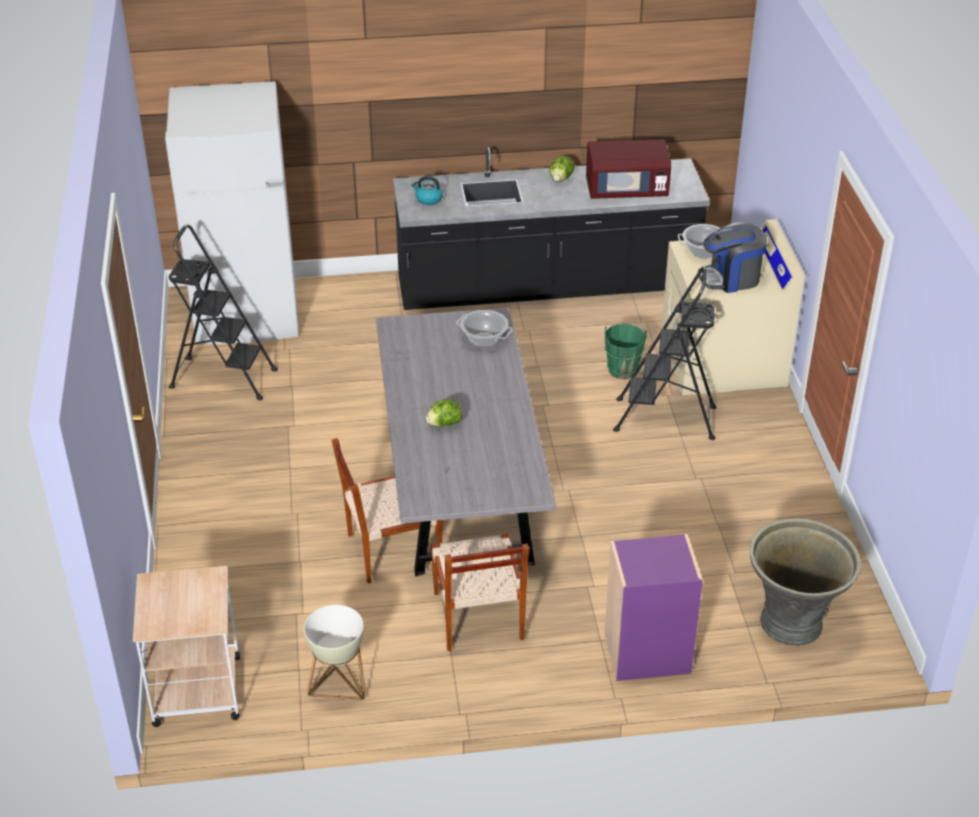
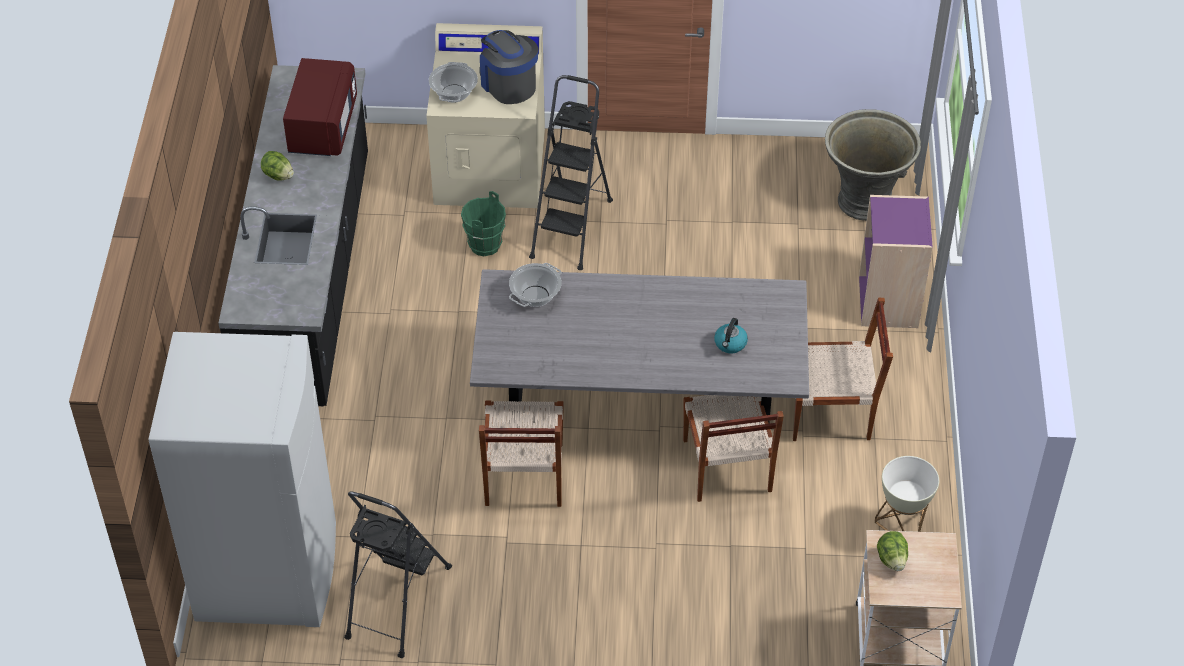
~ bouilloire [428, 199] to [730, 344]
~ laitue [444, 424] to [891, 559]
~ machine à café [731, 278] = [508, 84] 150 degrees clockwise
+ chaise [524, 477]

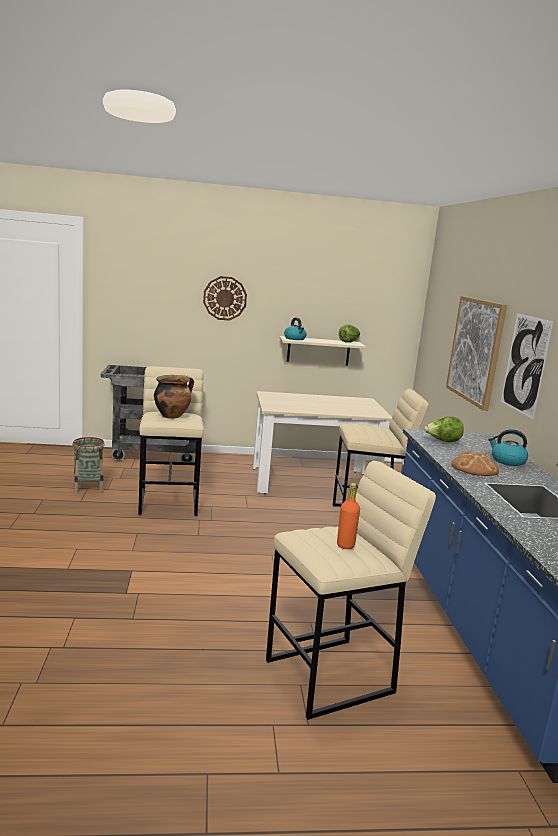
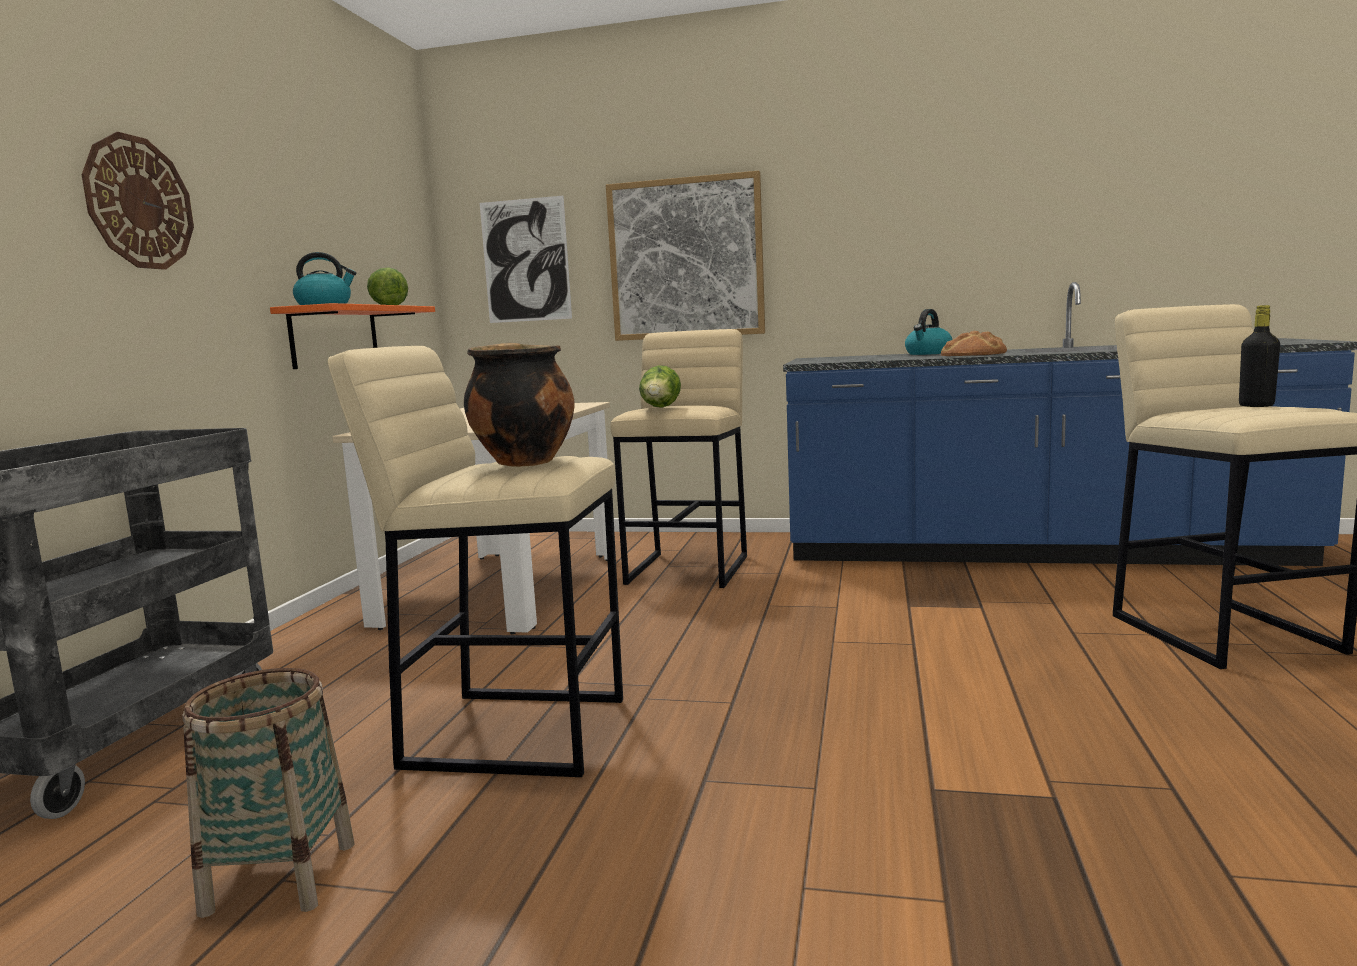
~ étagère [beige] [318, 351] to étagère [orange] [335, 337]
~ bouteille [orange] [345, 545] to bouteille [noir] [1256, 406]
~ laitue [442, 441] to [661, 408]
~ tableau [525, 364] to [525, 260]

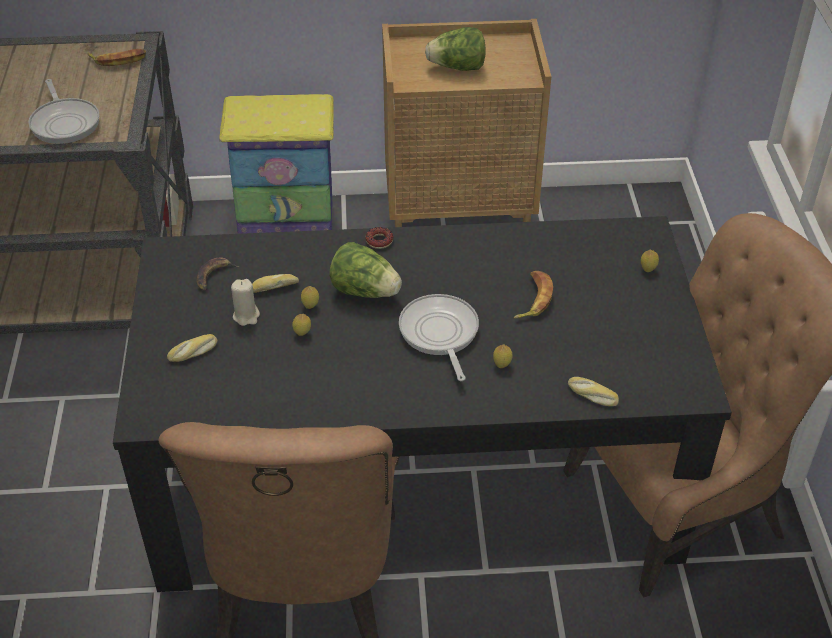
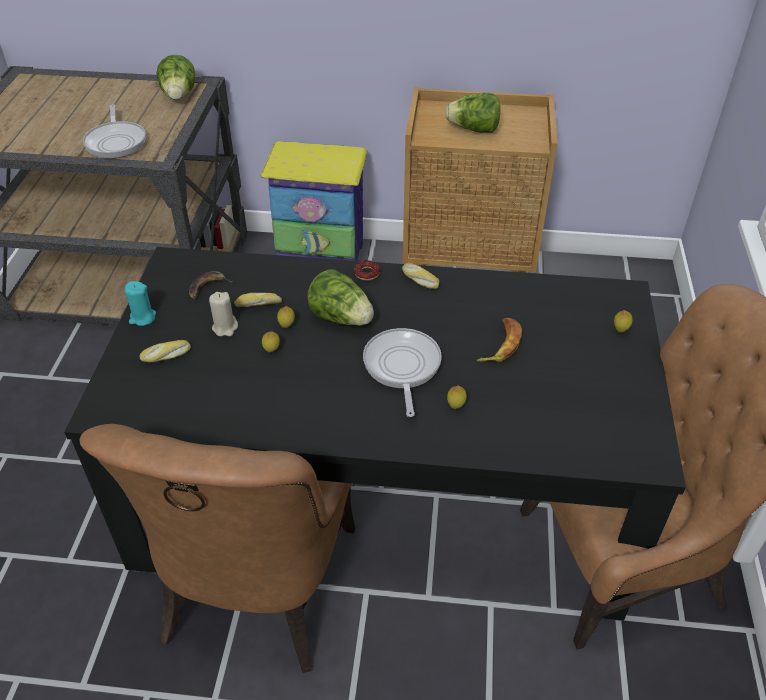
~ banane [118, 60] to laitue [179, 96]
~ pain [591, 396] to [419, 280]
+ bougie [turquoise] [142, 318]

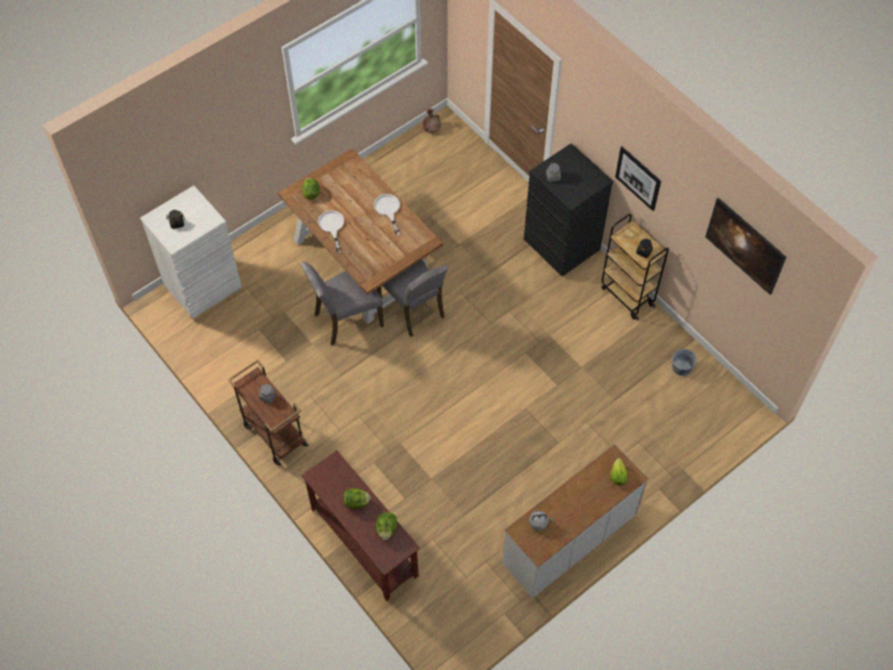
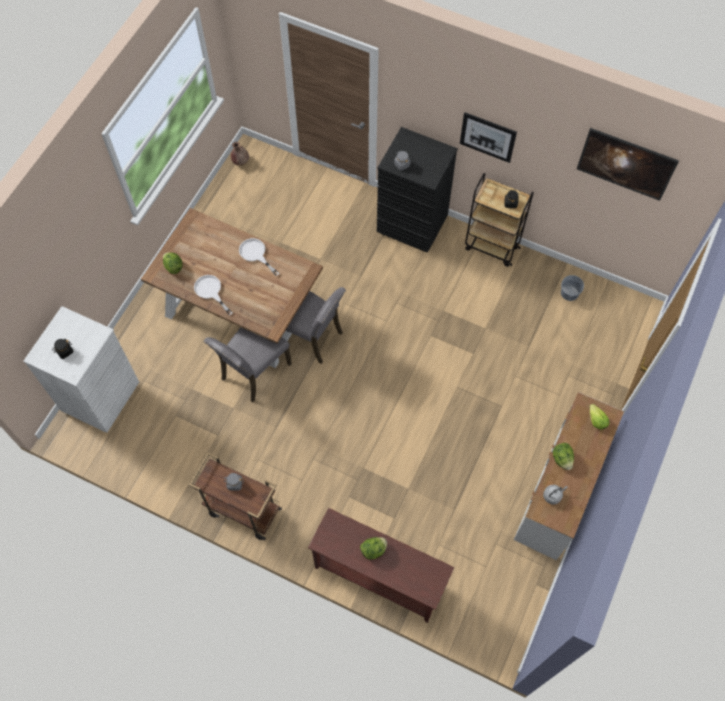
~ laitue [386, 529] to [562, 459]

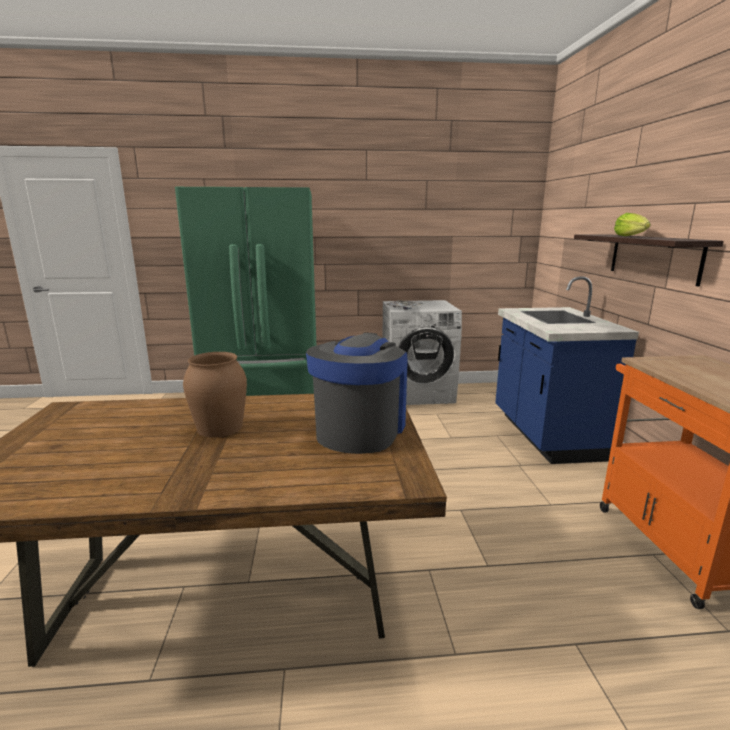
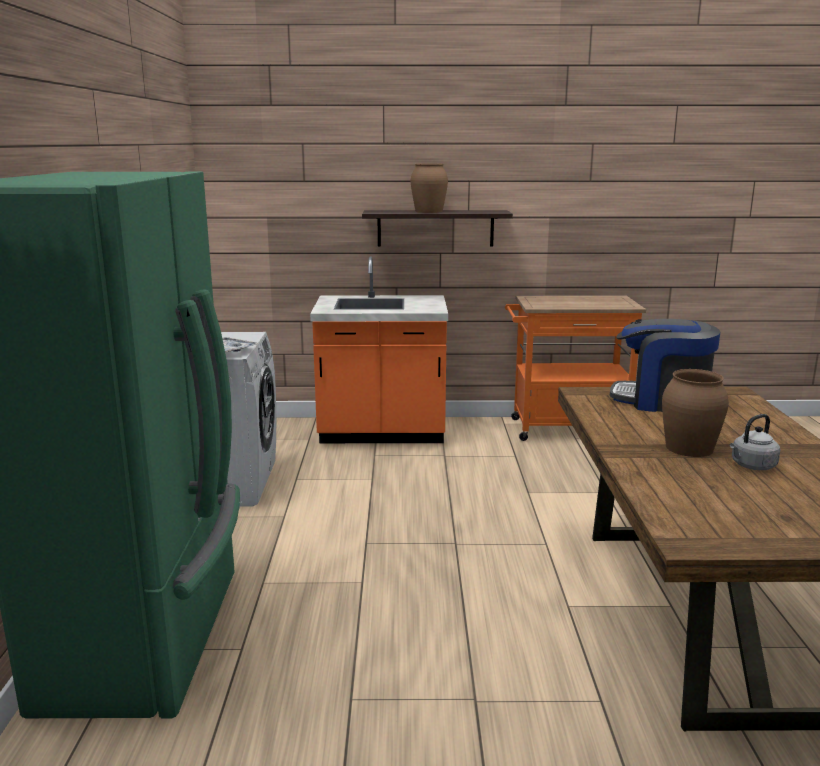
~ comptoir de cuisine [bleu] [545, 435] to comptoir de cuisine [orange] [382, 434]
~ laitue [631, 236] to vase [marron] [428, 211]
+ bouilloire [gris] [751, 466]

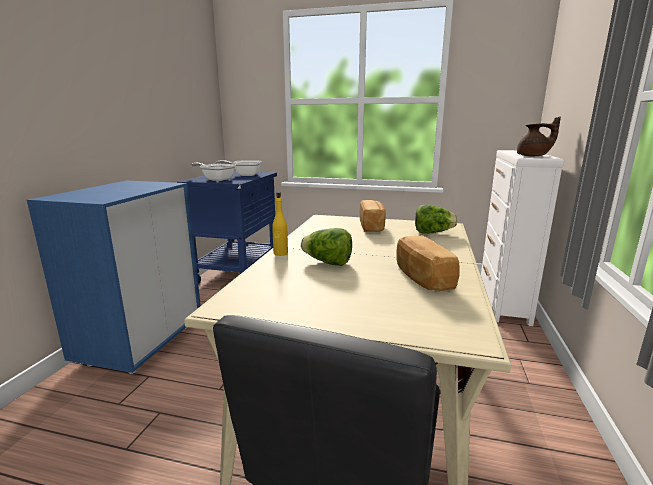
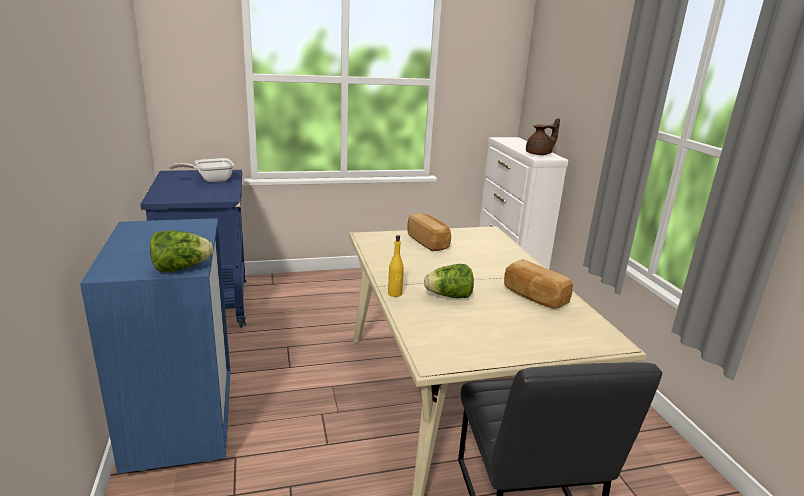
- poêle [216, 179]
~ laitue [432, 233] to [181, 268]

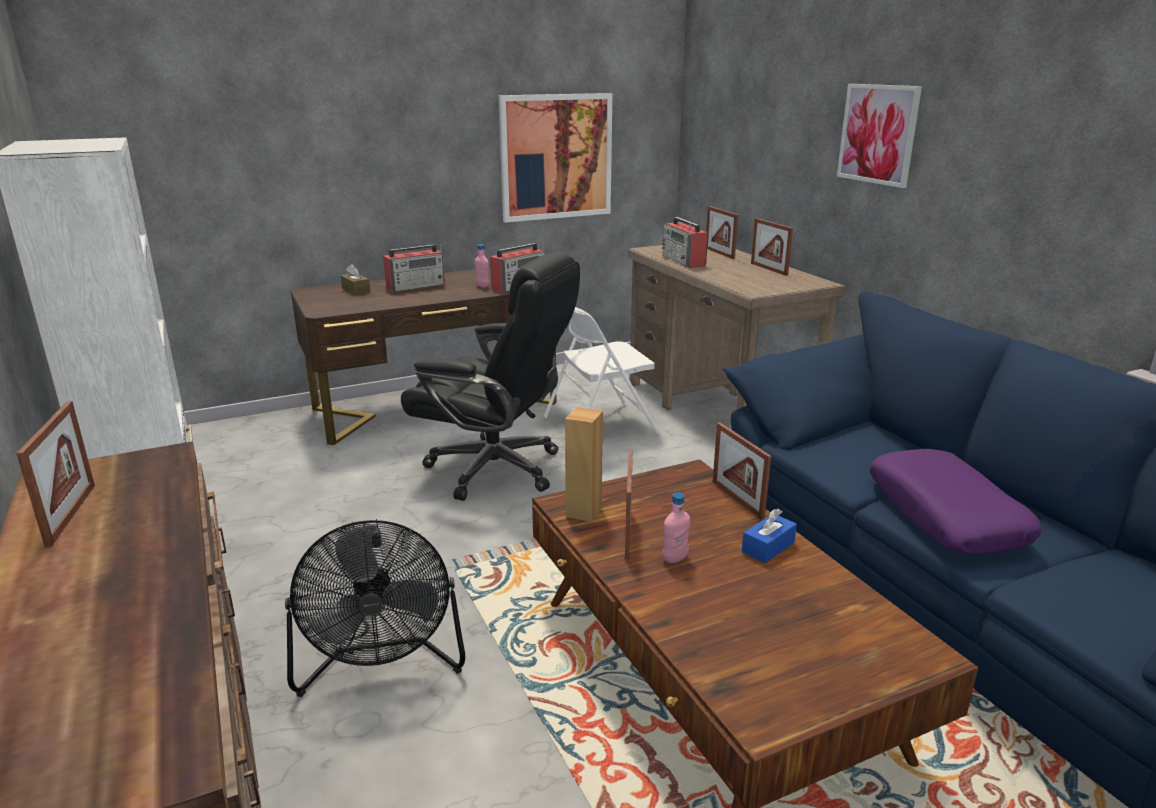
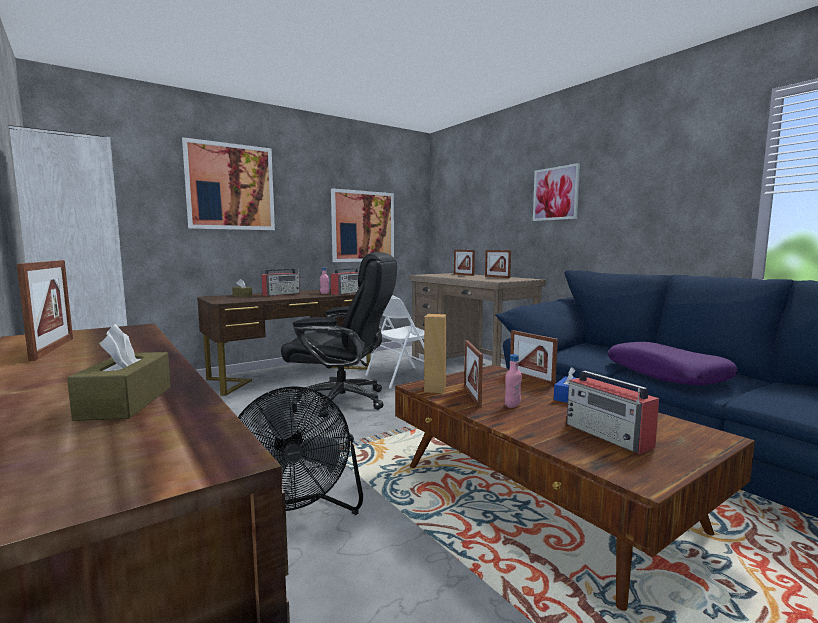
~ radio [684, 261] to [609, 435]
+ boîte à mouchoirs [marron] [126, 402]
+ tableau [230, 187]

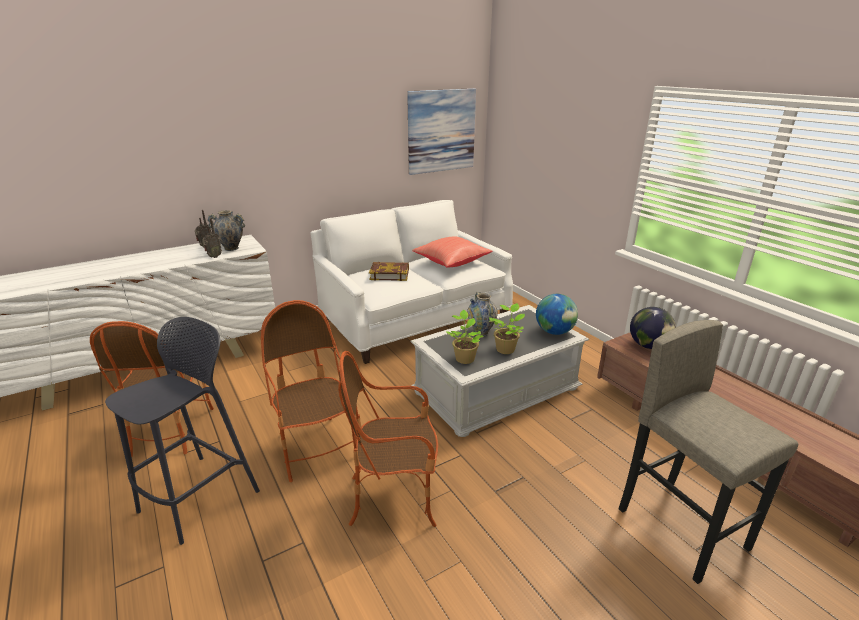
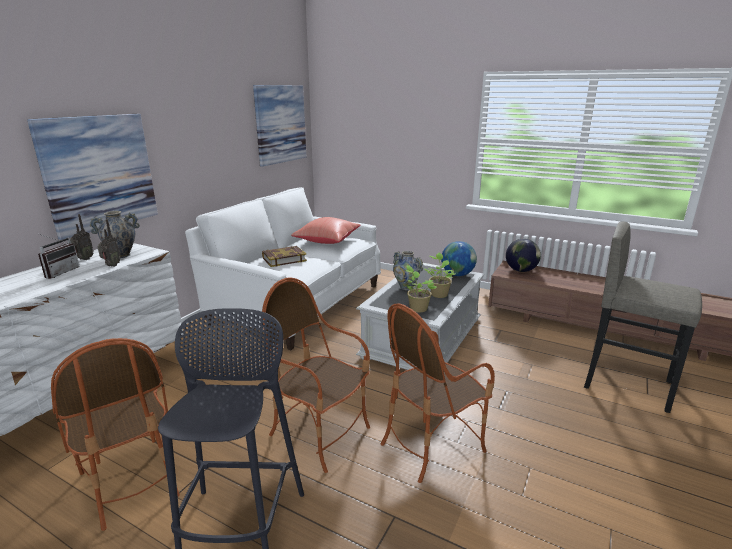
+ tableau [99, 173]
+ radio [60, 272]

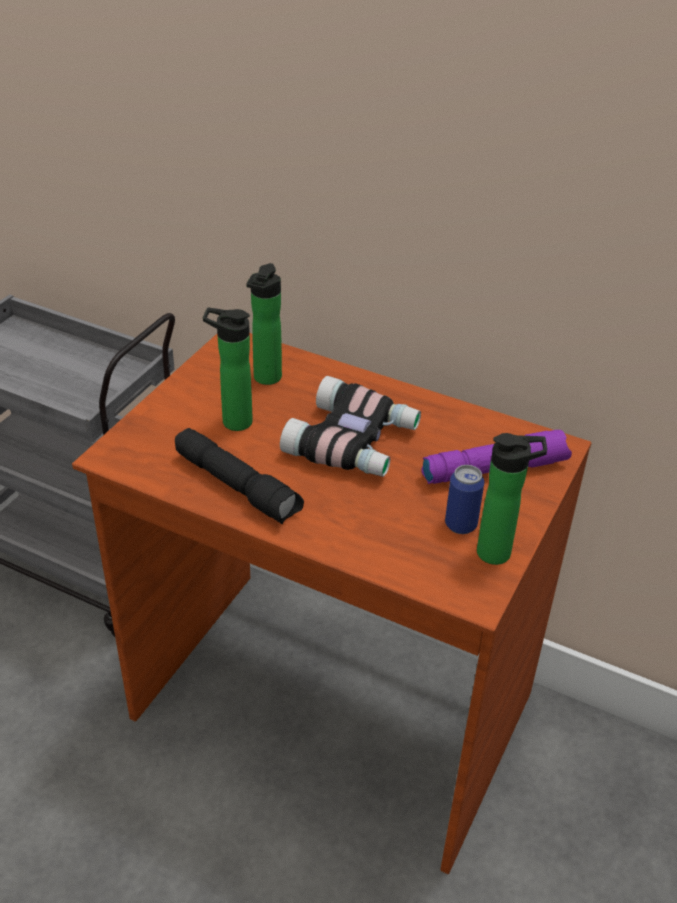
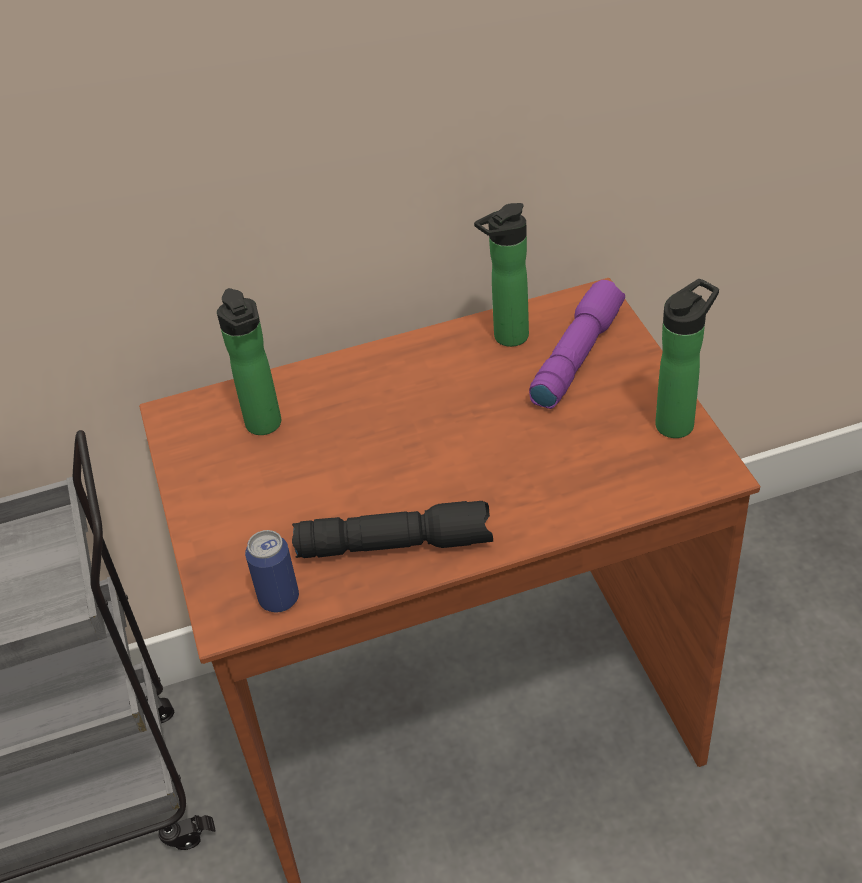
~ bouteille [232, 421] to [506, 338]
- jumelles [354, 442]
~ boîte métallique [460, 524] to [279, 598]

